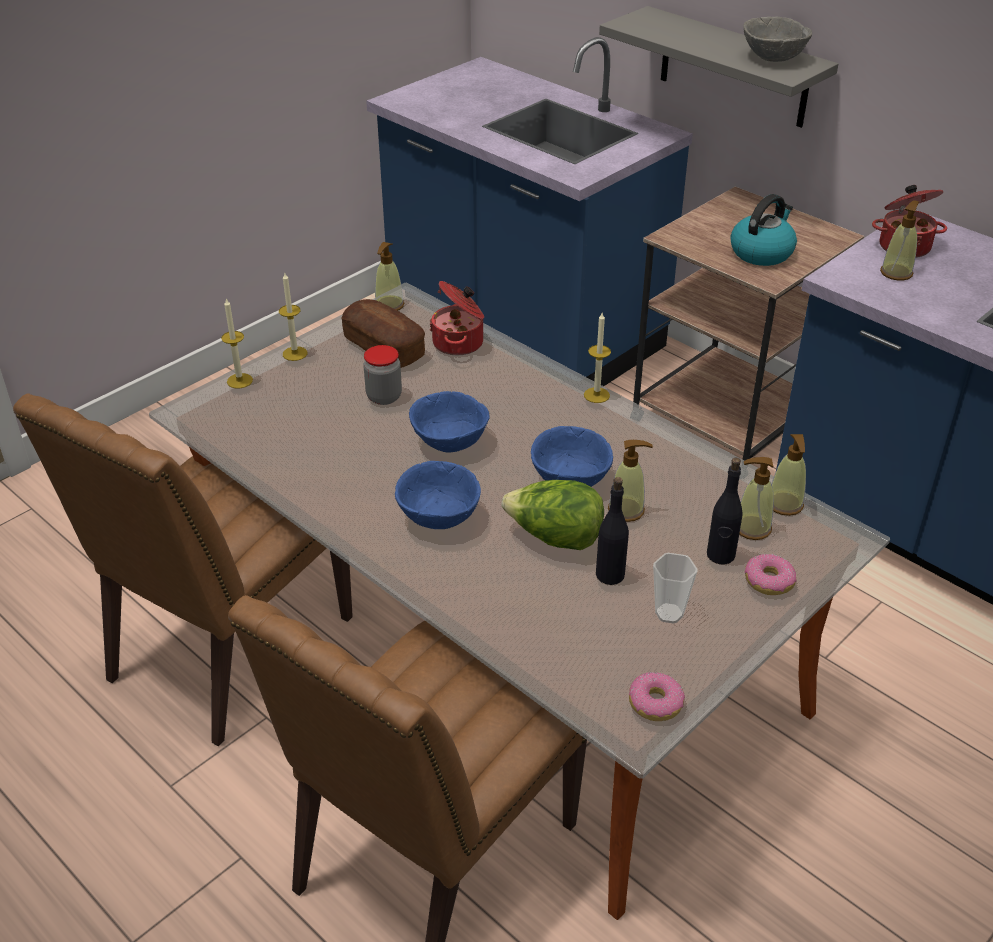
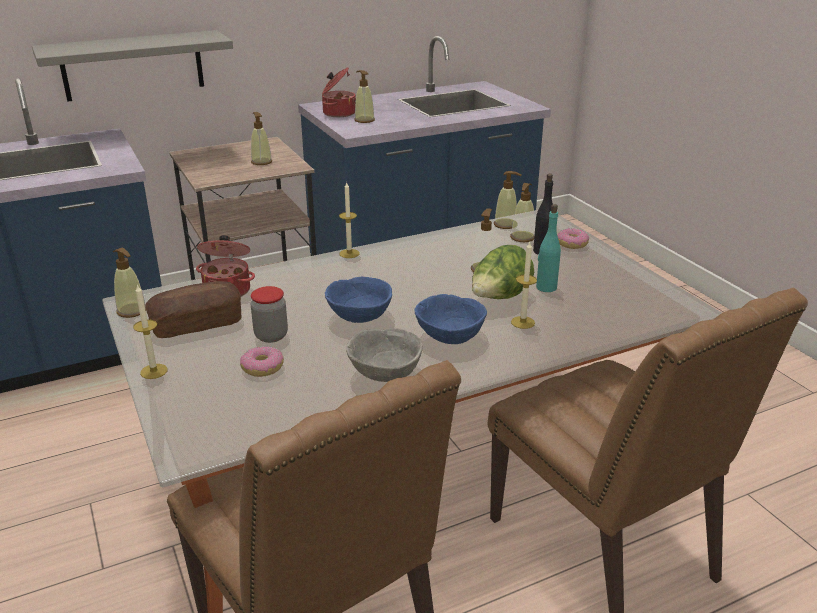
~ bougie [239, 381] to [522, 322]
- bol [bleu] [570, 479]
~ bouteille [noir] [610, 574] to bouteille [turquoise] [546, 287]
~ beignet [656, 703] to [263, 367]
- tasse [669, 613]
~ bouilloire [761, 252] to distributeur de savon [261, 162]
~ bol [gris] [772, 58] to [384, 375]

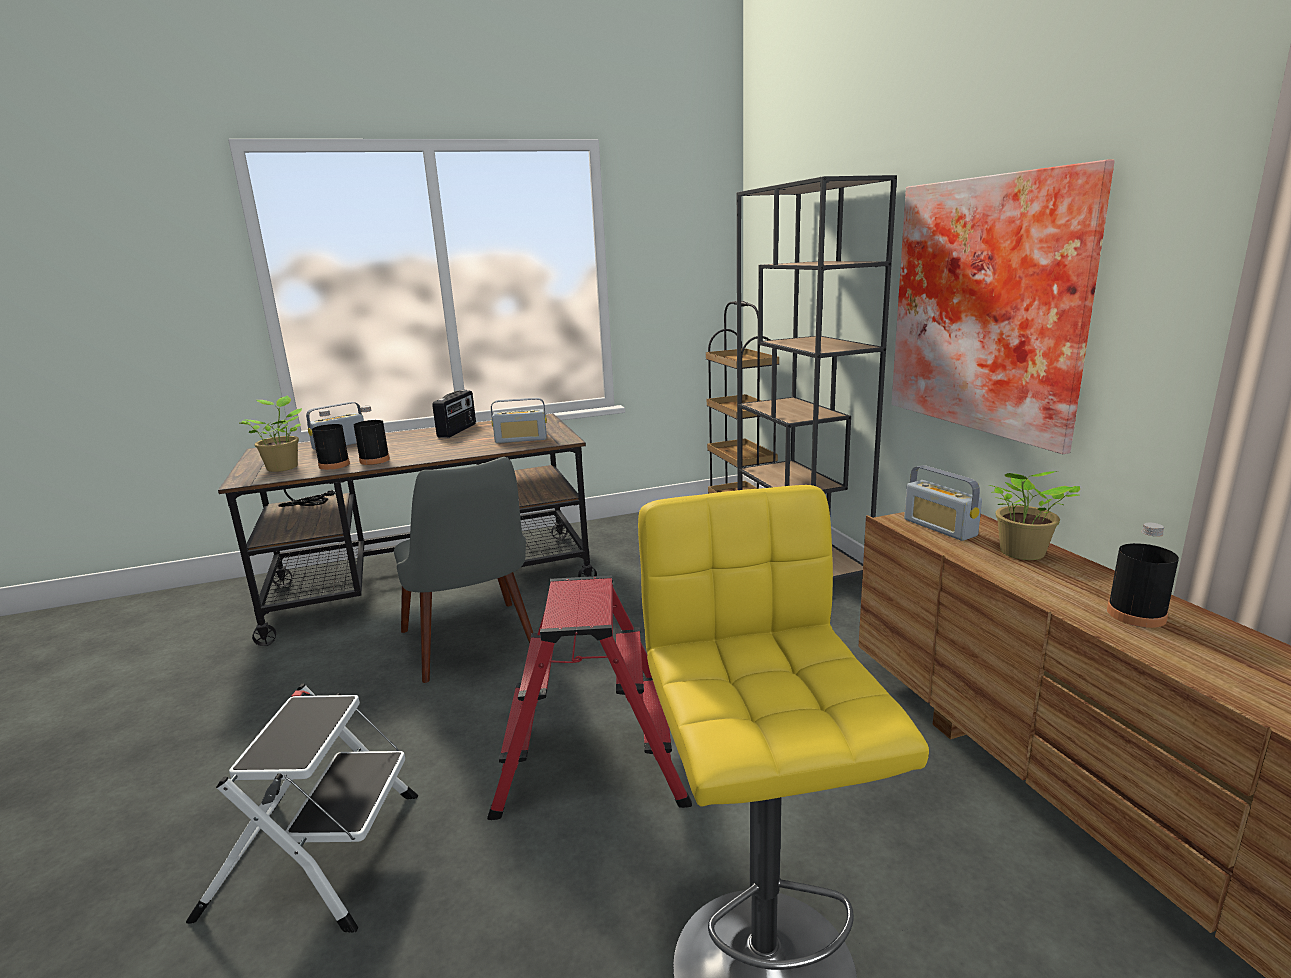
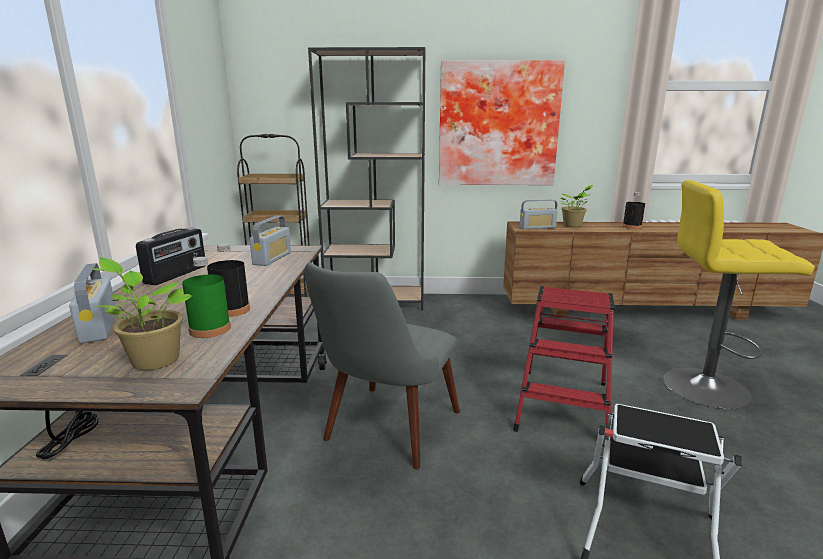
~ bouteille [noir] [334, 465] to bouteille [vert] [210, 329]
~ chaise [gris] [475, 648] = [385, 434] 120 degrees clockwise
~ radio [458, 430] = [177, 275] 75 degrees clockwise

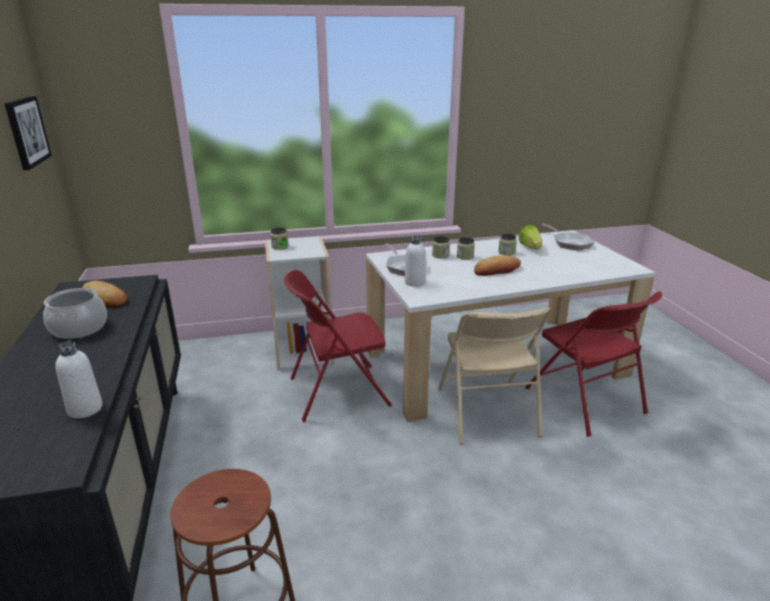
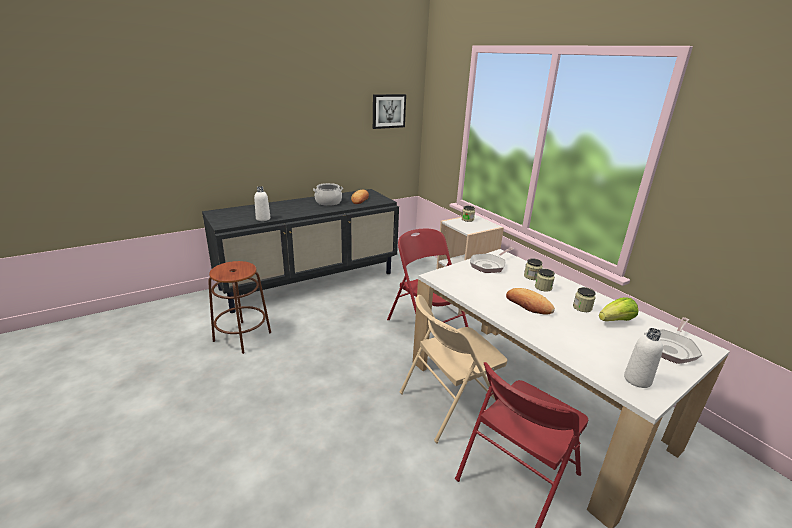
~ bouteille [blanc] [414, 282] to [637, 380]

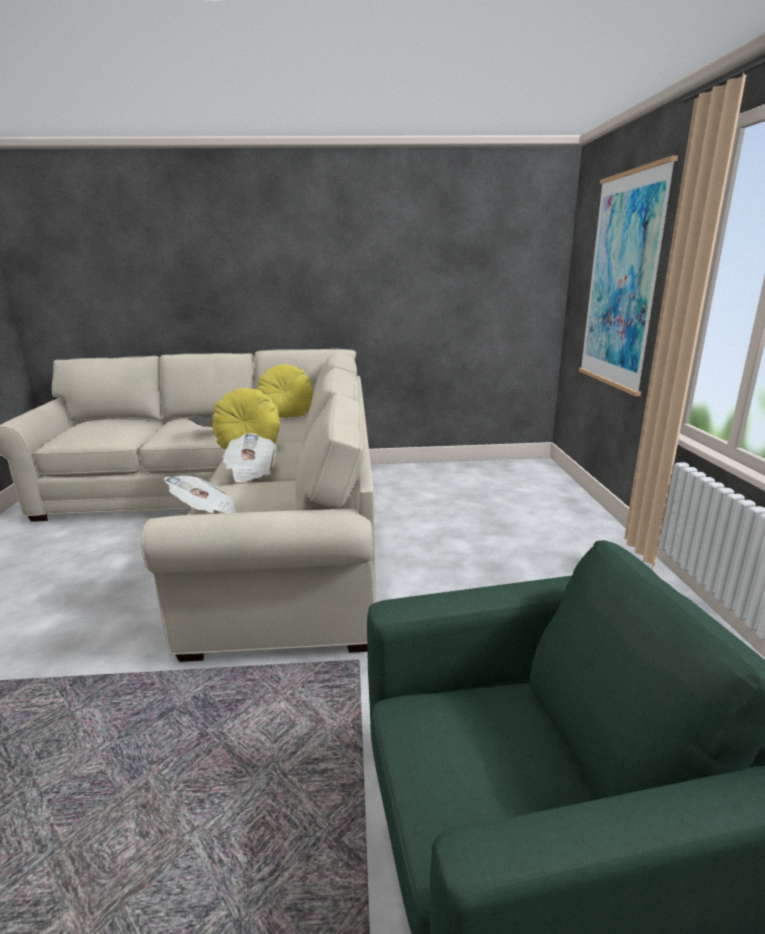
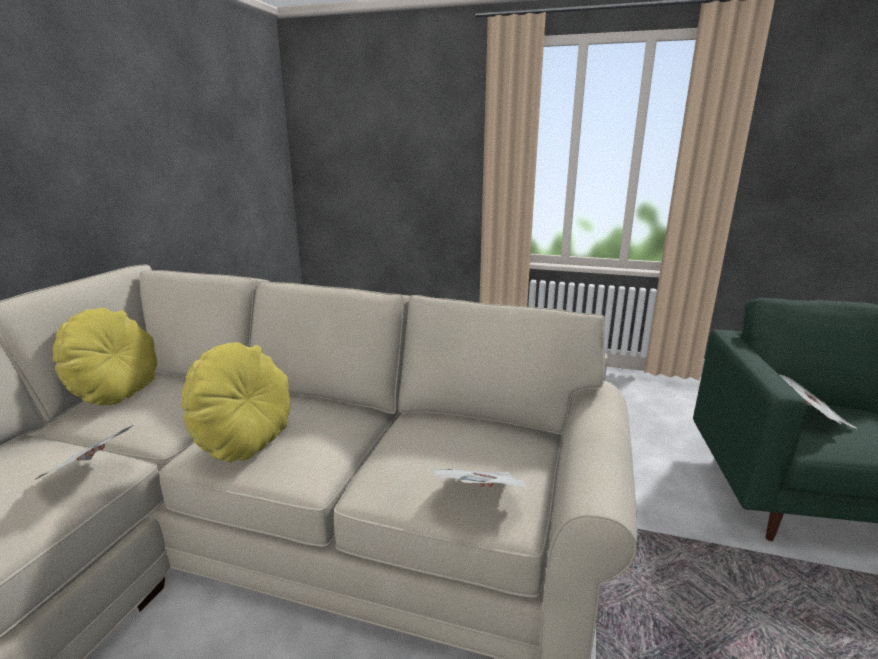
~ journal [250, 472] to [809, 418]
- tableau [622, 282]

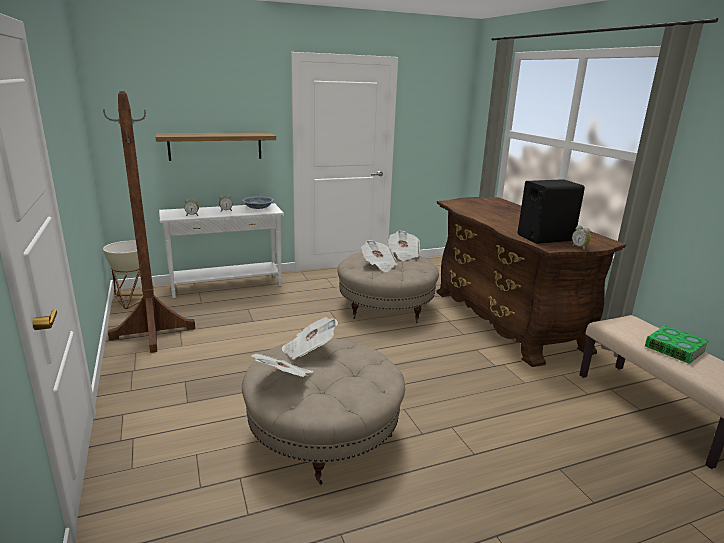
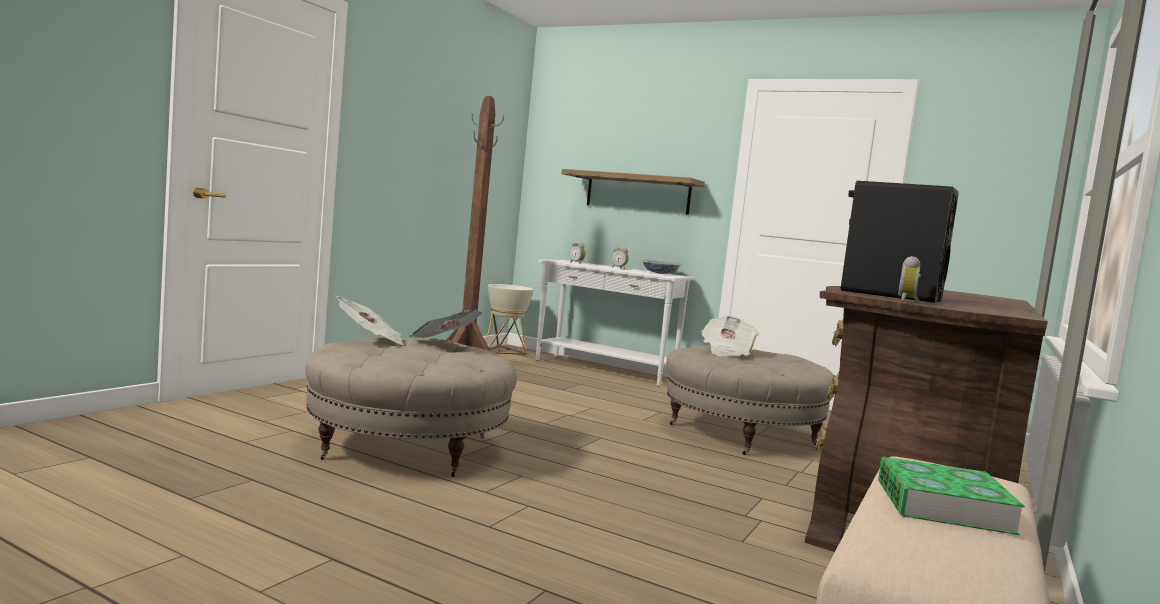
- journal [403, 254]

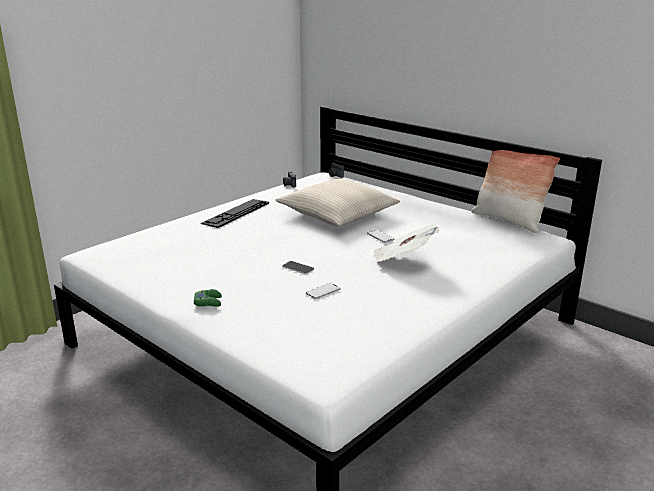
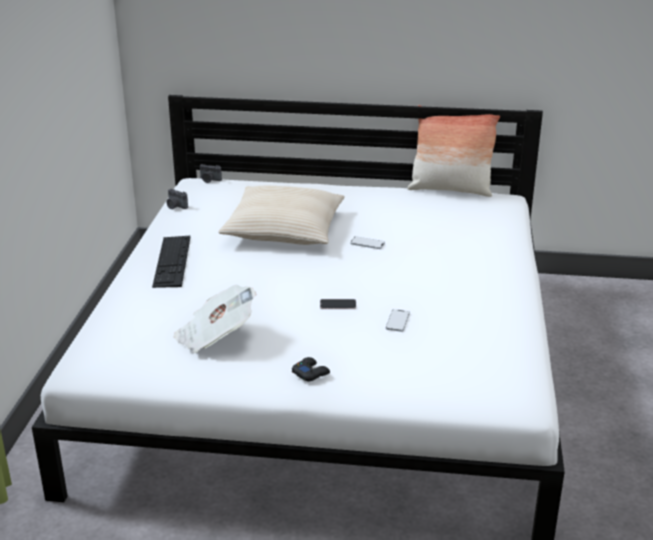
~ manette [vert] [208, 302] to manette [noir] [310, 373]
~ journal [403, 259] to [215, 336]

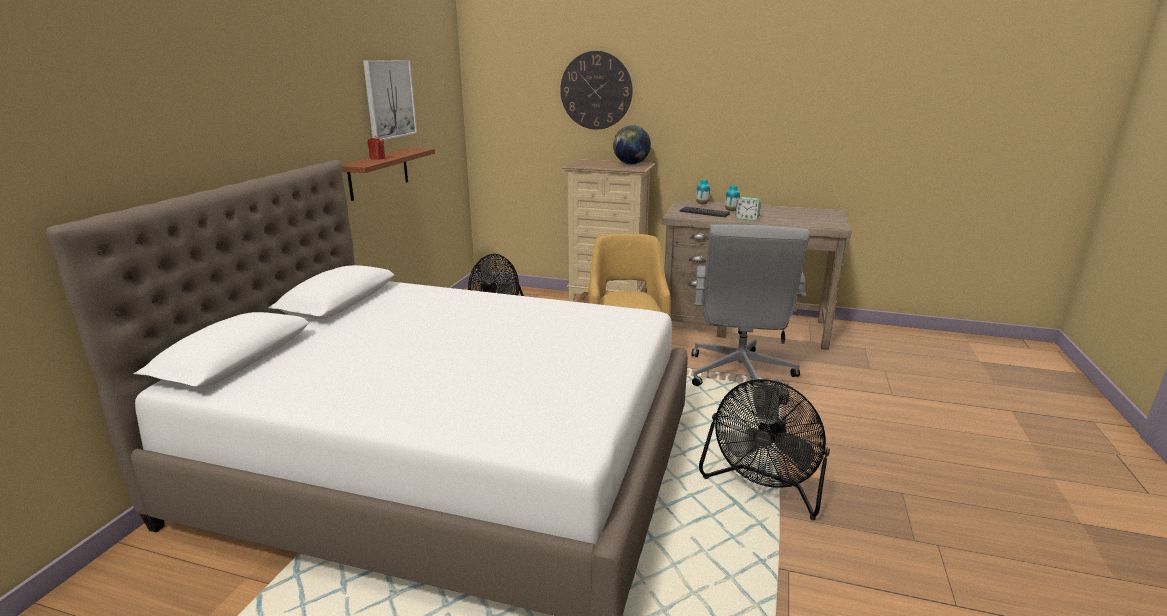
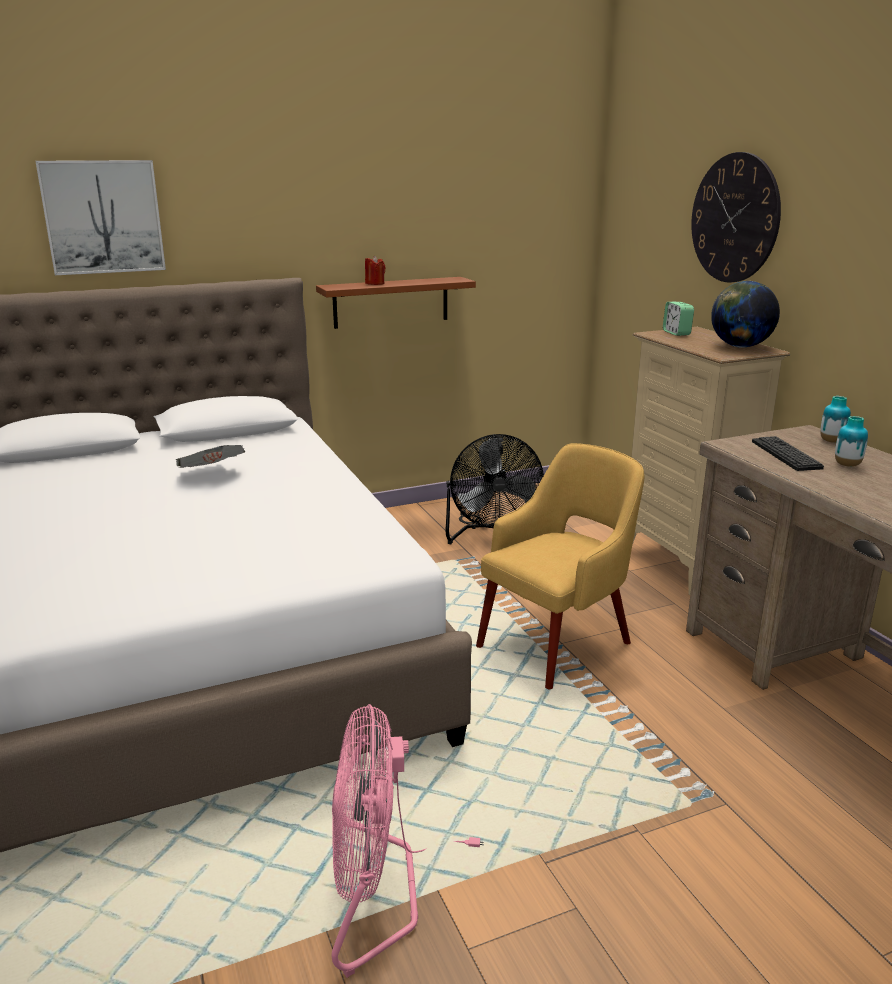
~ tableau [389, 99] to [103, 217]
- chaise de bureau [gris] [740, 372]
~ ventilateur [noir] [760, 484] to ventilateur [rose] [385, 883]
~ réveil [747, 218] to [676, 333]
+ journal [212, 475]

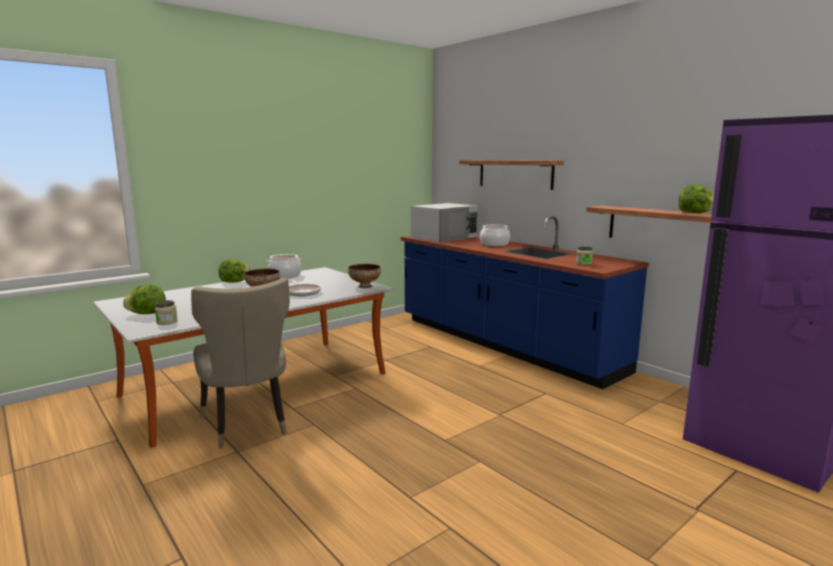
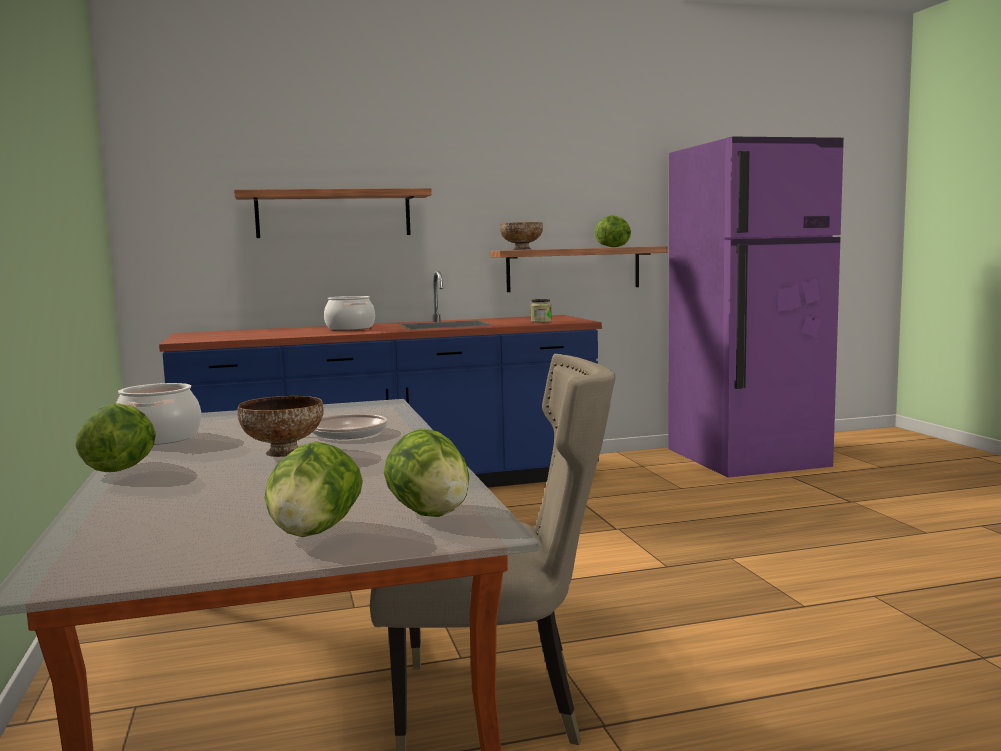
~ bocal [167, 322] to laitue [430, 513]
~ bol [364, 286] to [521, 249]
- micro-ondes [blanc] [444, 237]

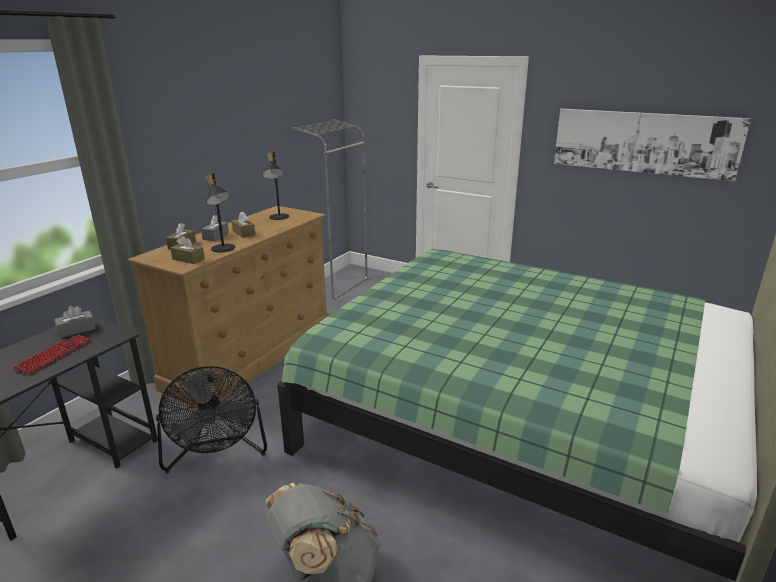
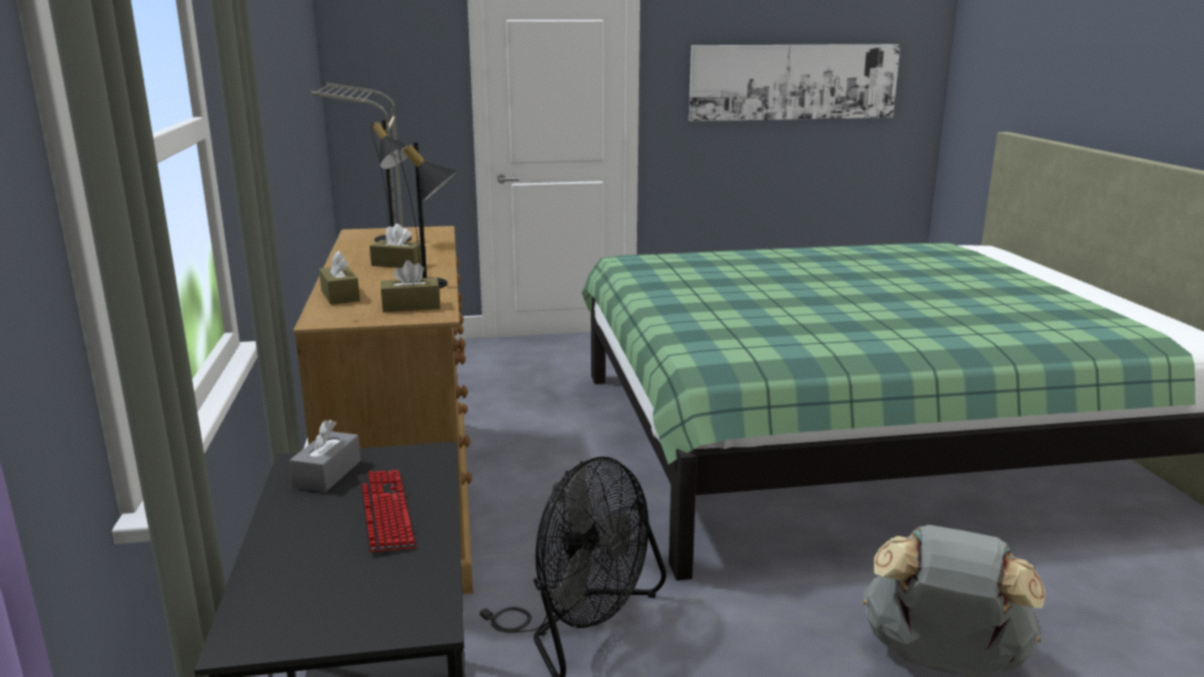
- boîte à mouchoirs [gris] [216, 236]

